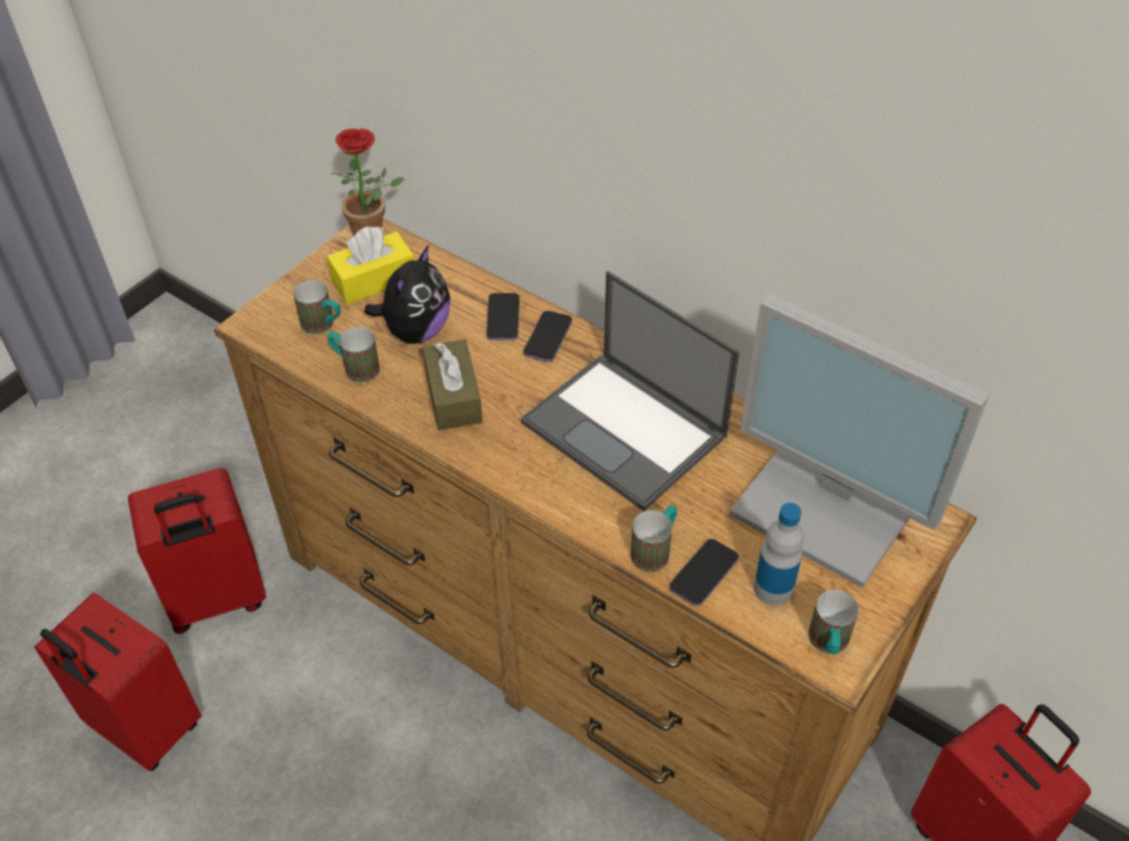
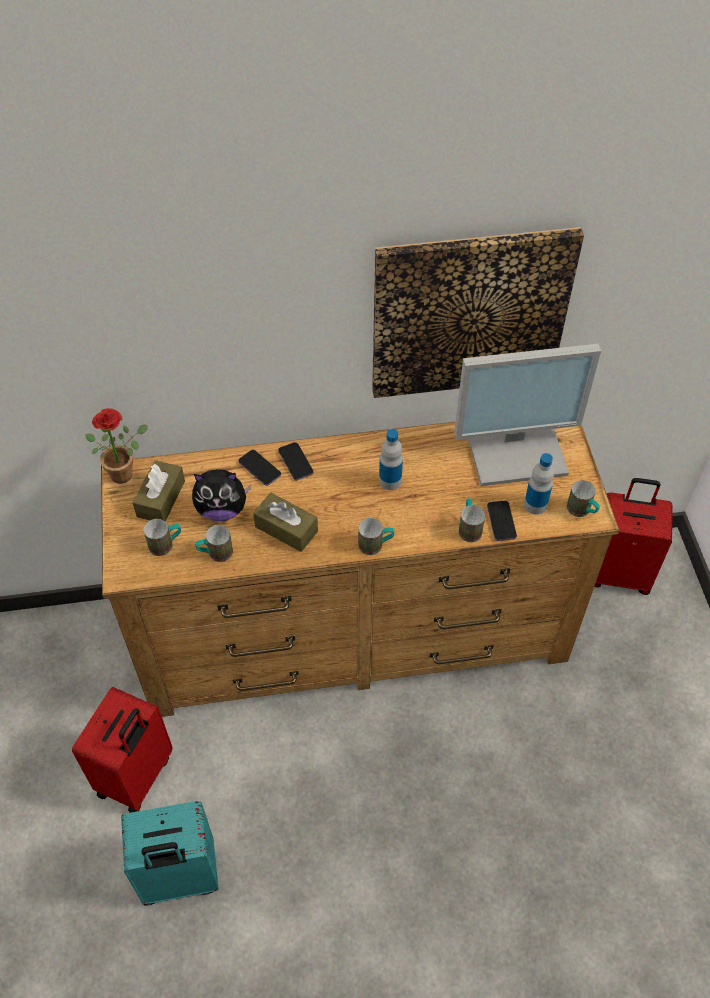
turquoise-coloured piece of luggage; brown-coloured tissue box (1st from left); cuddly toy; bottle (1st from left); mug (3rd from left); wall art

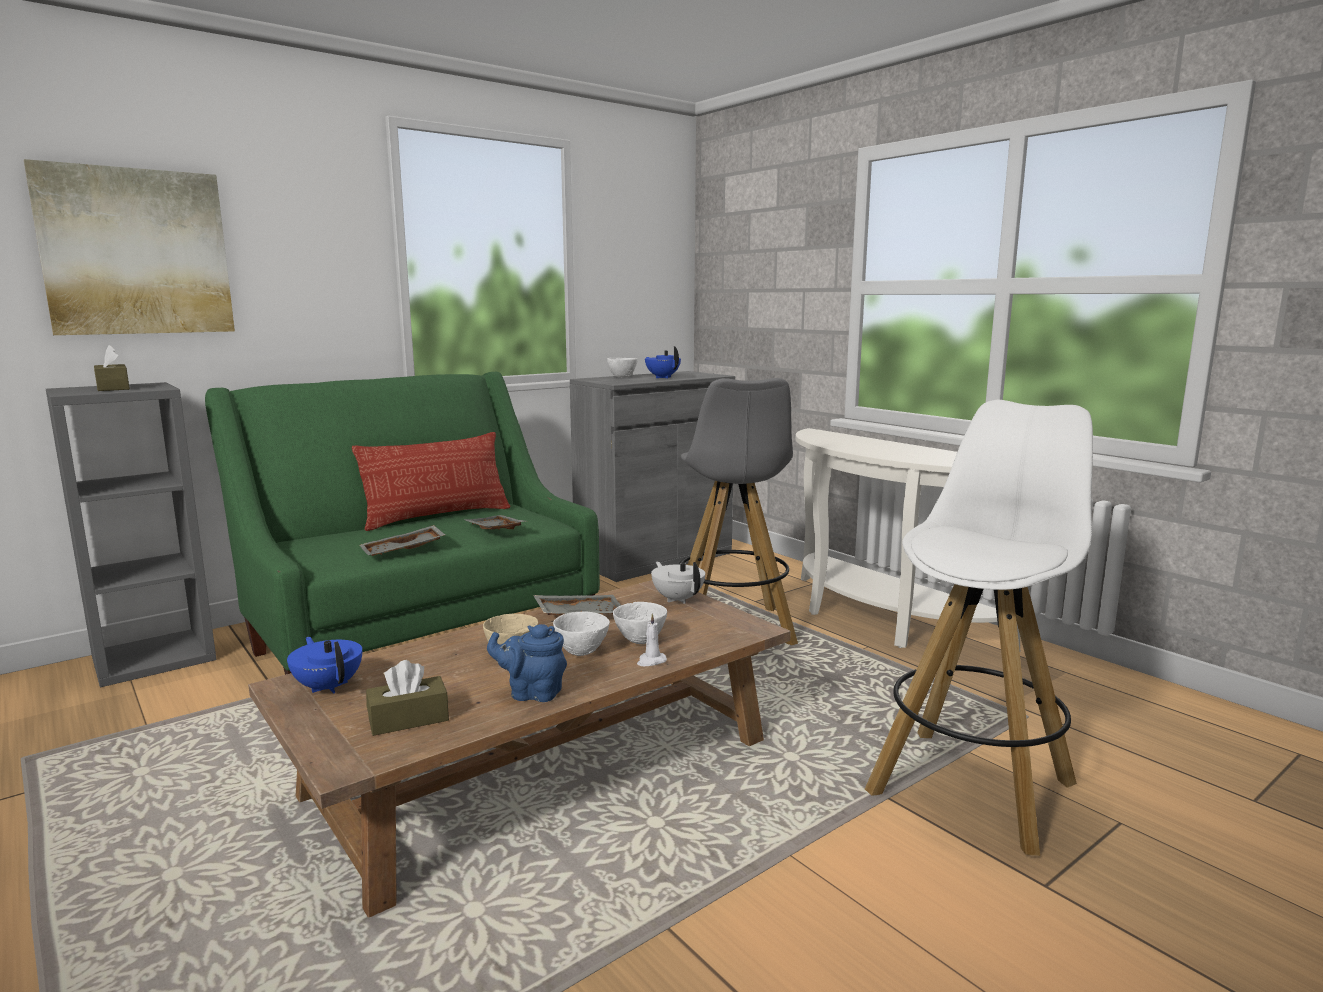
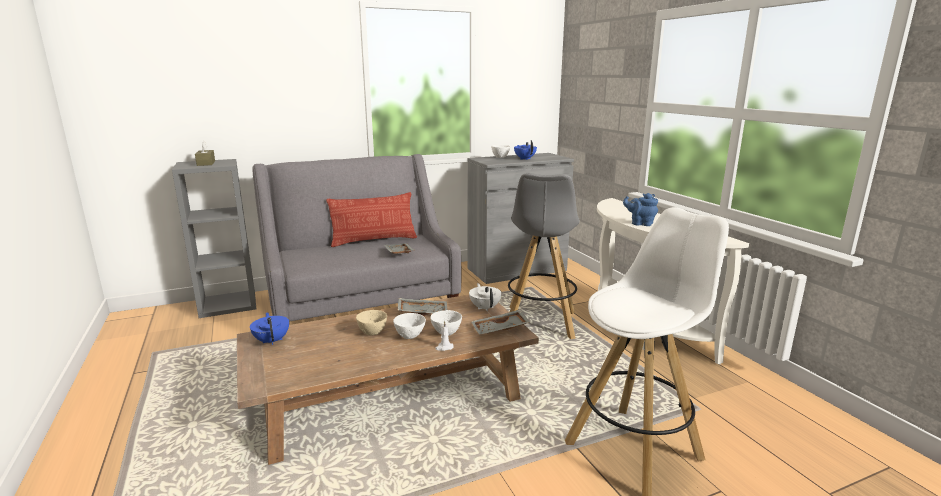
wall art; grey couch; grey carrying tray (3rd from left); brown-coloured tissue box (2nd from left in the first image); blue tea pot (3rd from left)

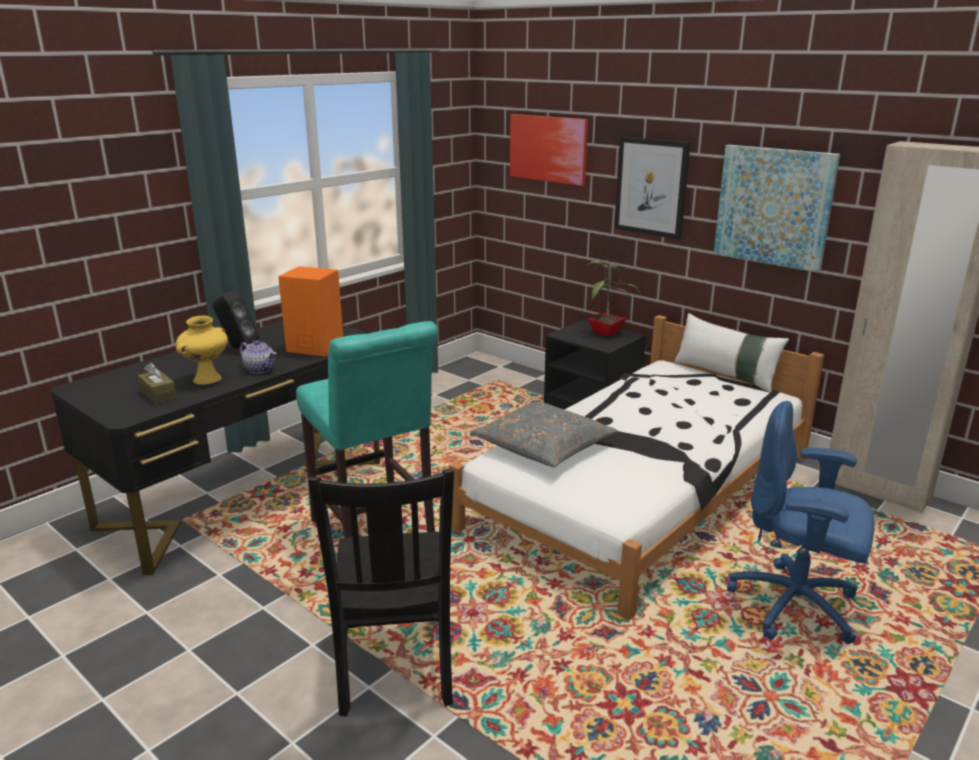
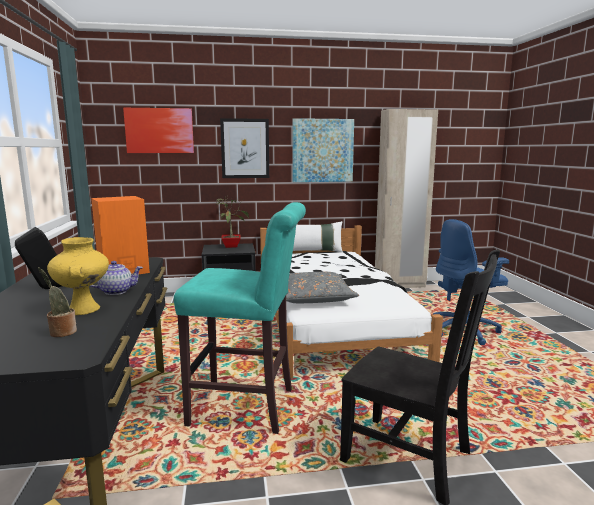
potted plant (1st from left)

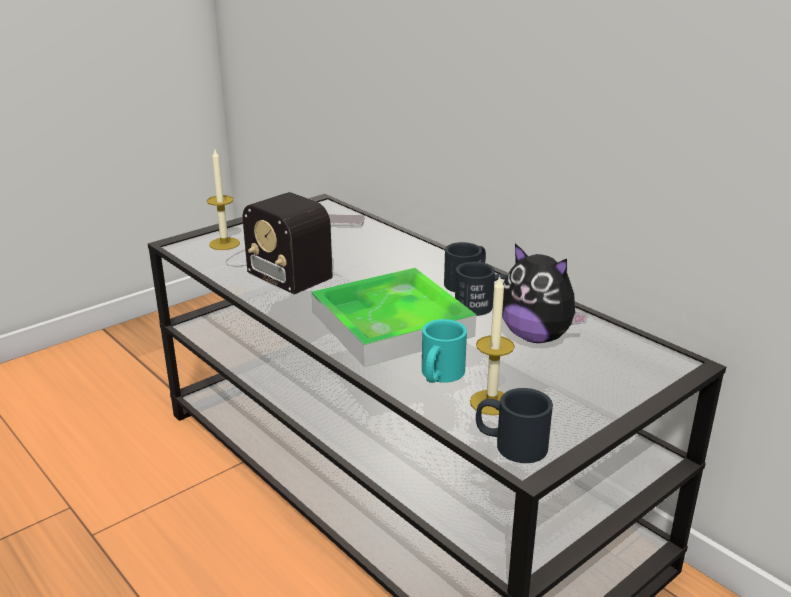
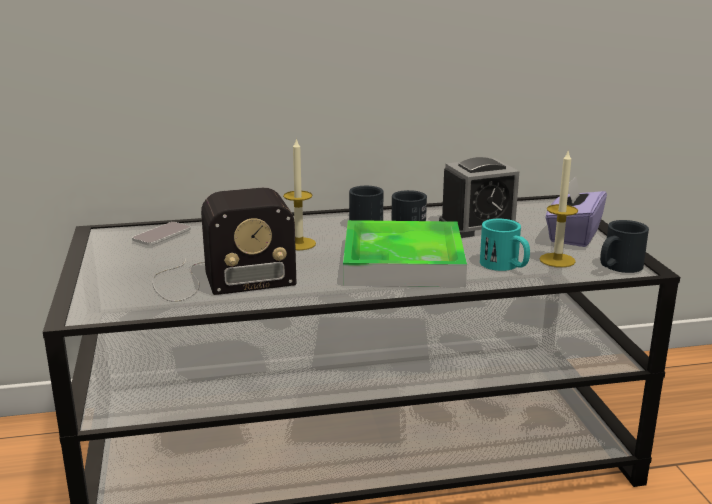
wax light (1st from left); alarm clock; purplish tissue box

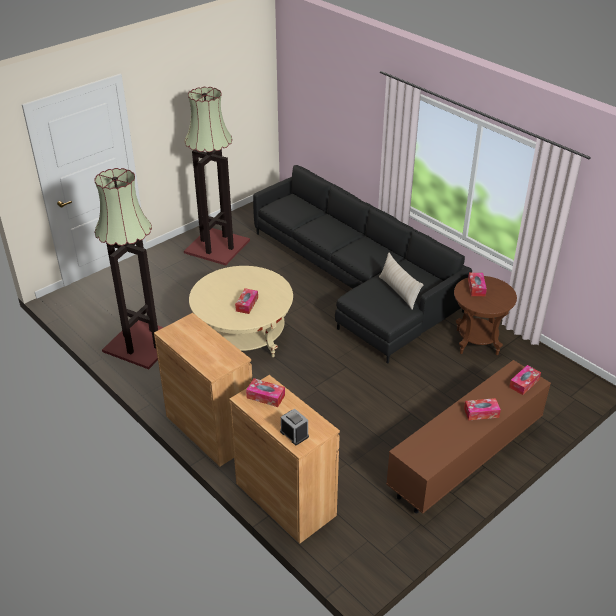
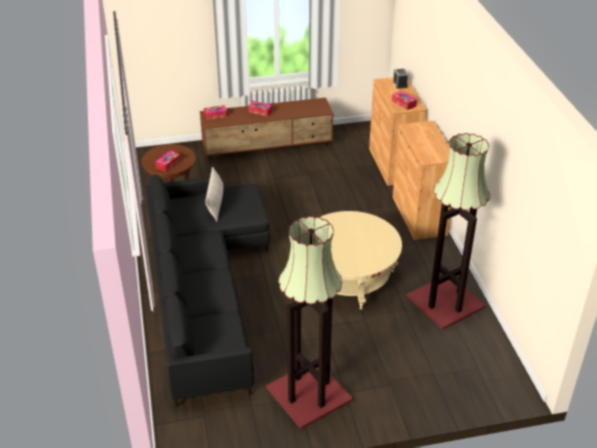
tissue box (1st from left in the first image)

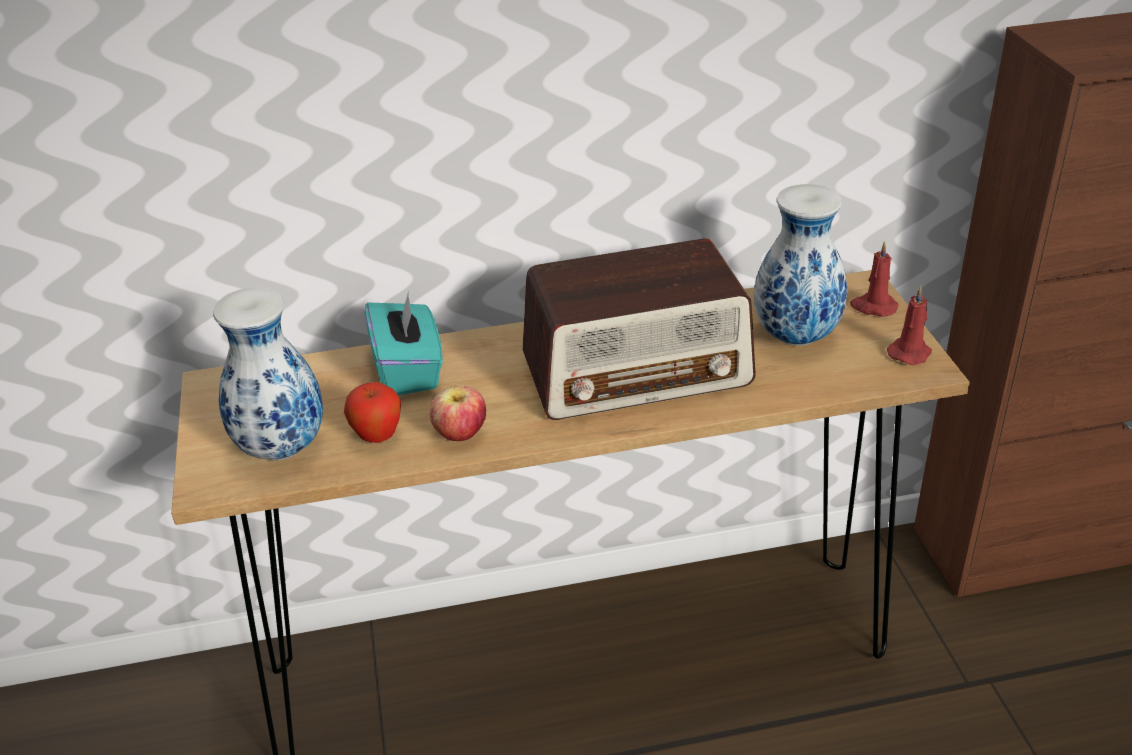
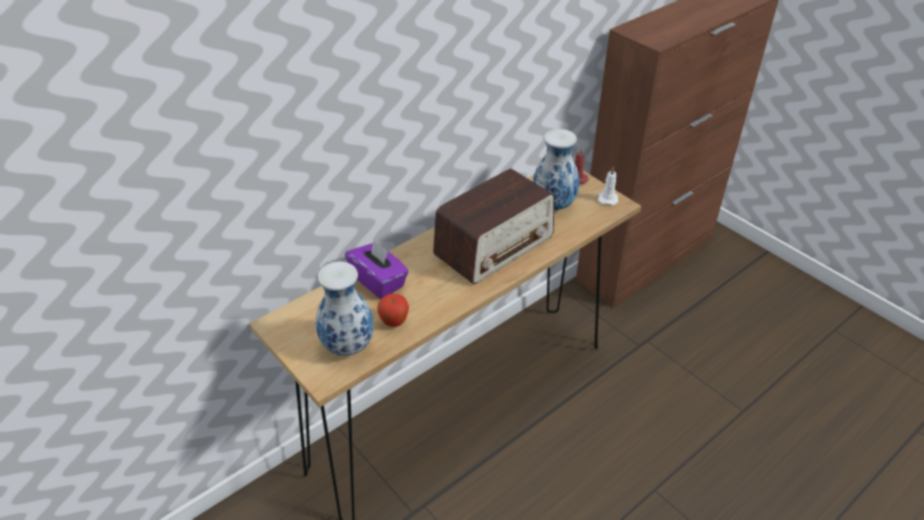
purplish tissue box; whole apple (2nd from left in the first image); whitish wax light

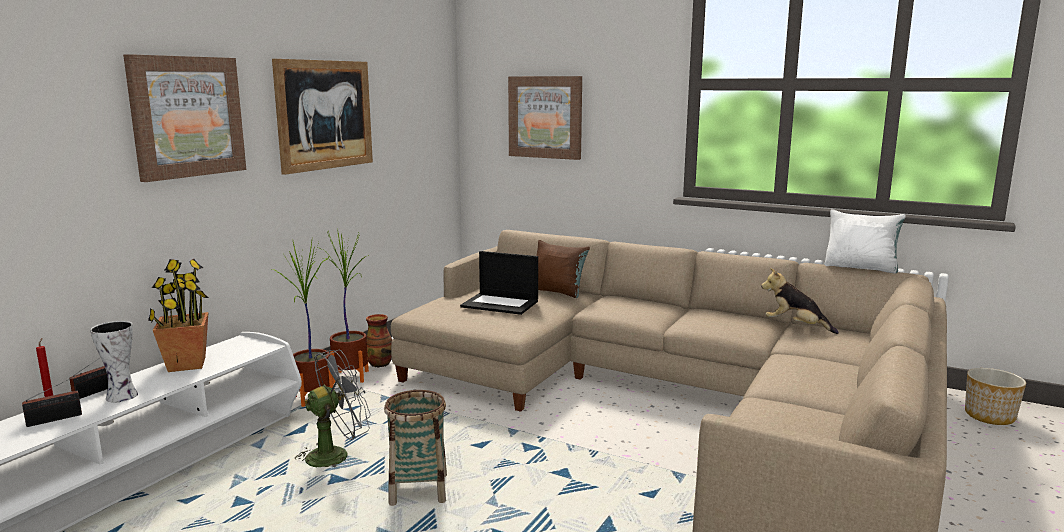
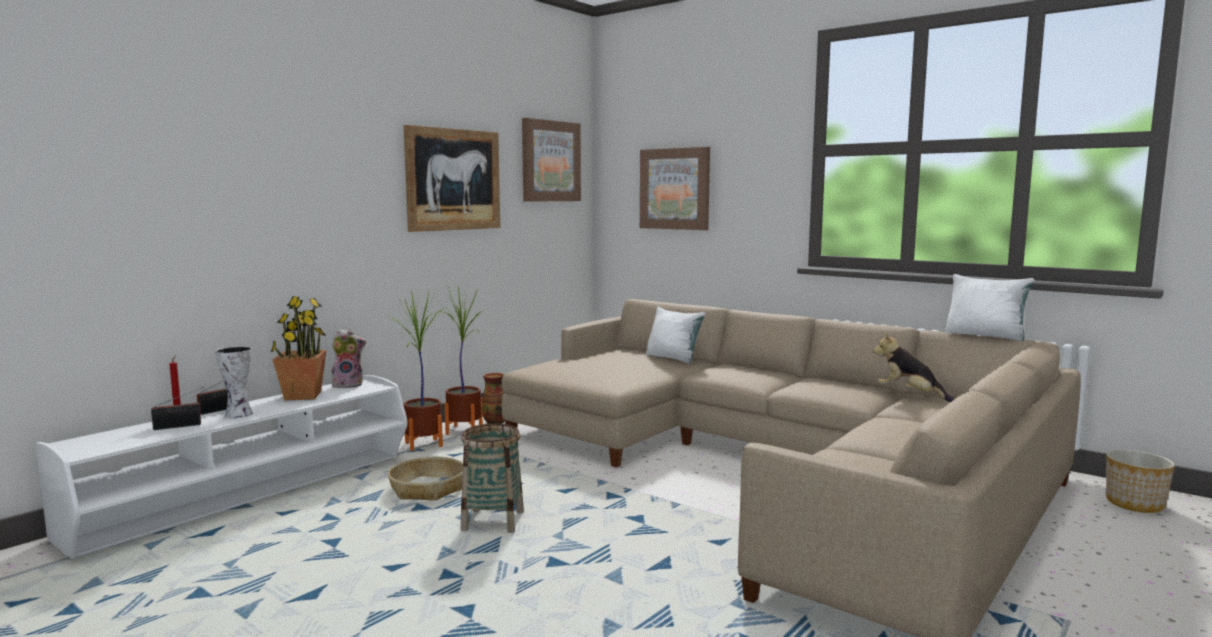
wall art (2nd from left); storage basket (1st from left); notebook computer; whitish pillow (1st from left); cuddly toy (1st from left)

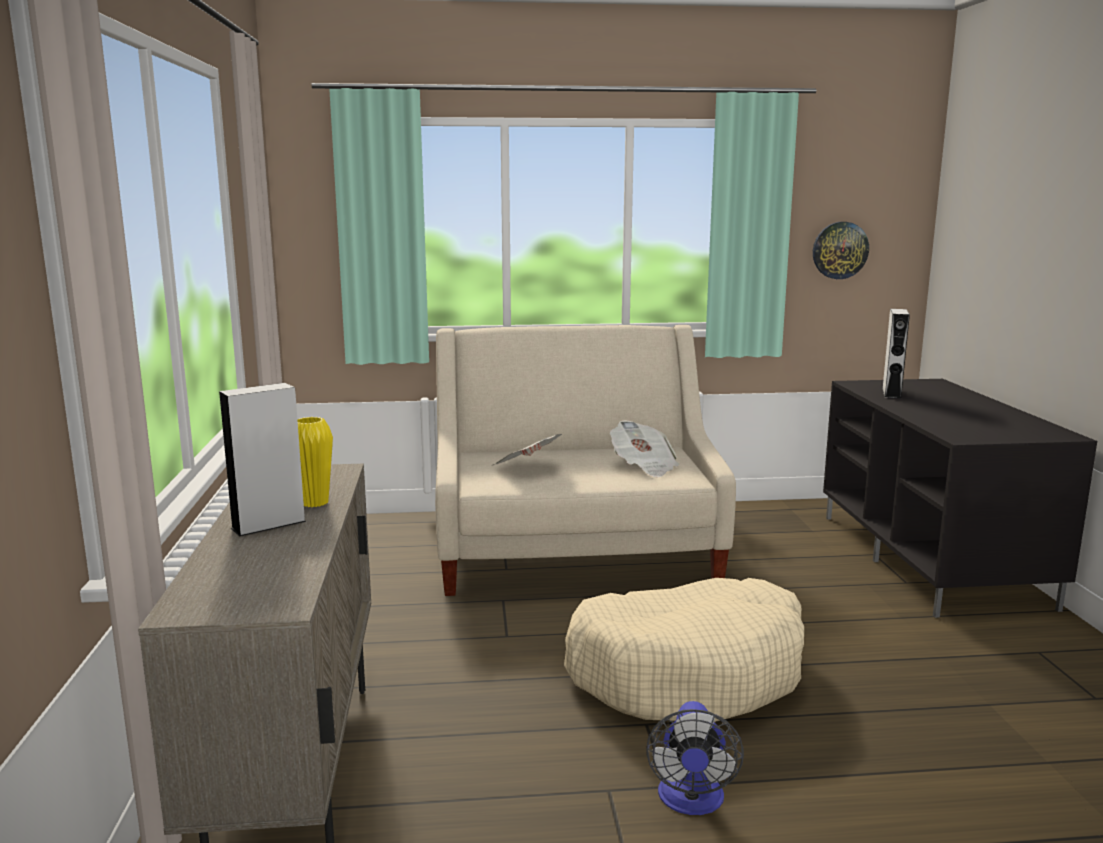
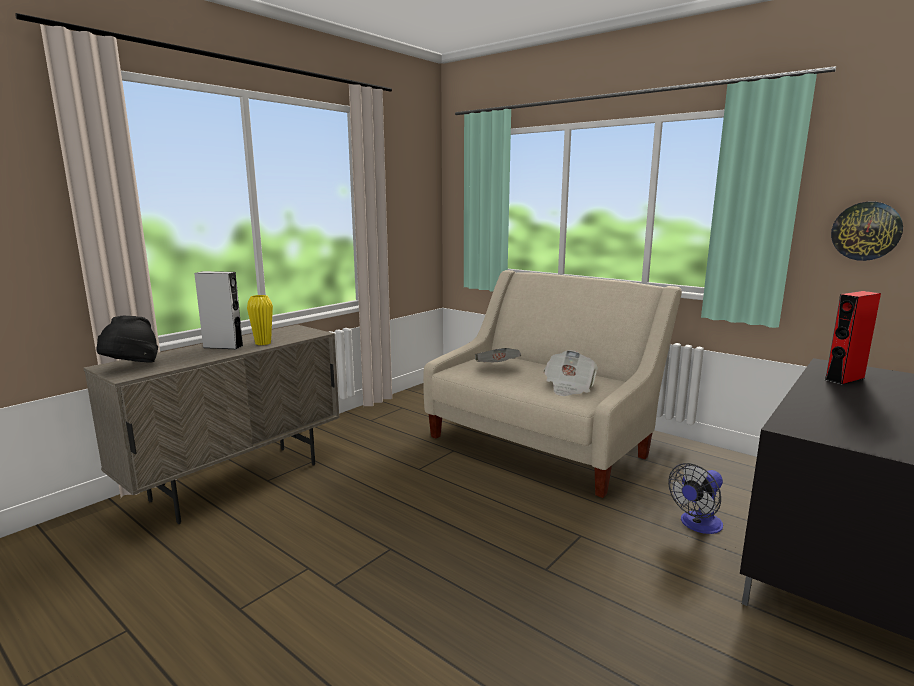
beige-coloured dog bed; fan; red-coloured speaker; black-coloured wearable hat

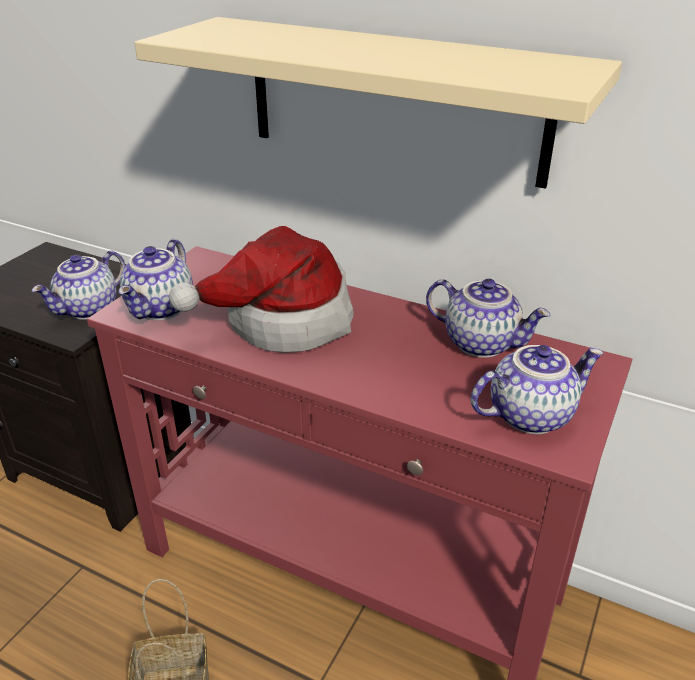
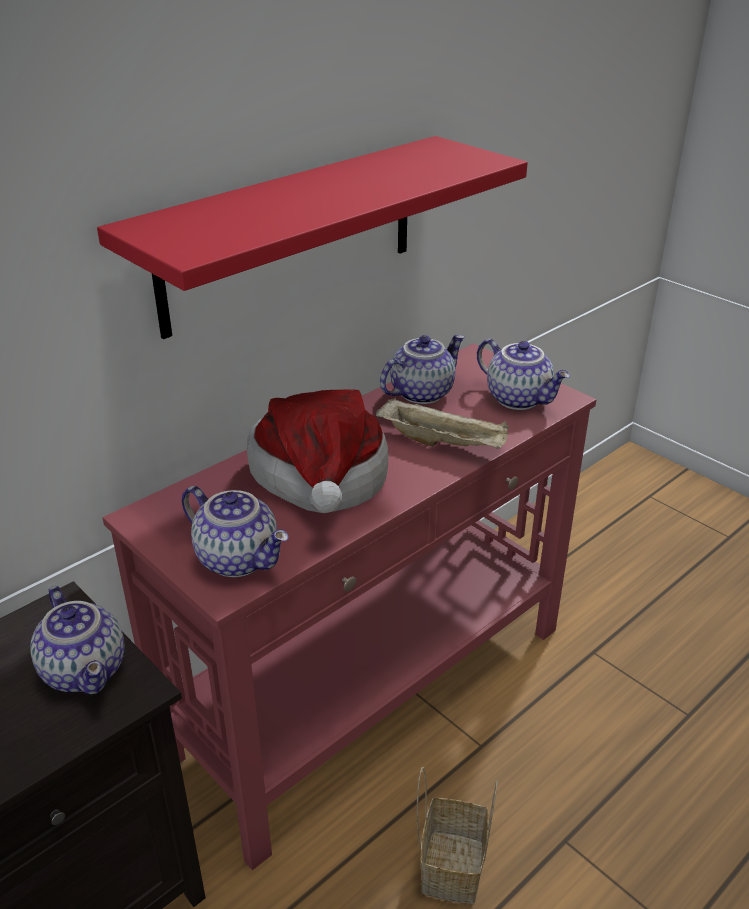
red-coloured bracket shelf; tea pot (4th from left); beige-coloured carrying tray

